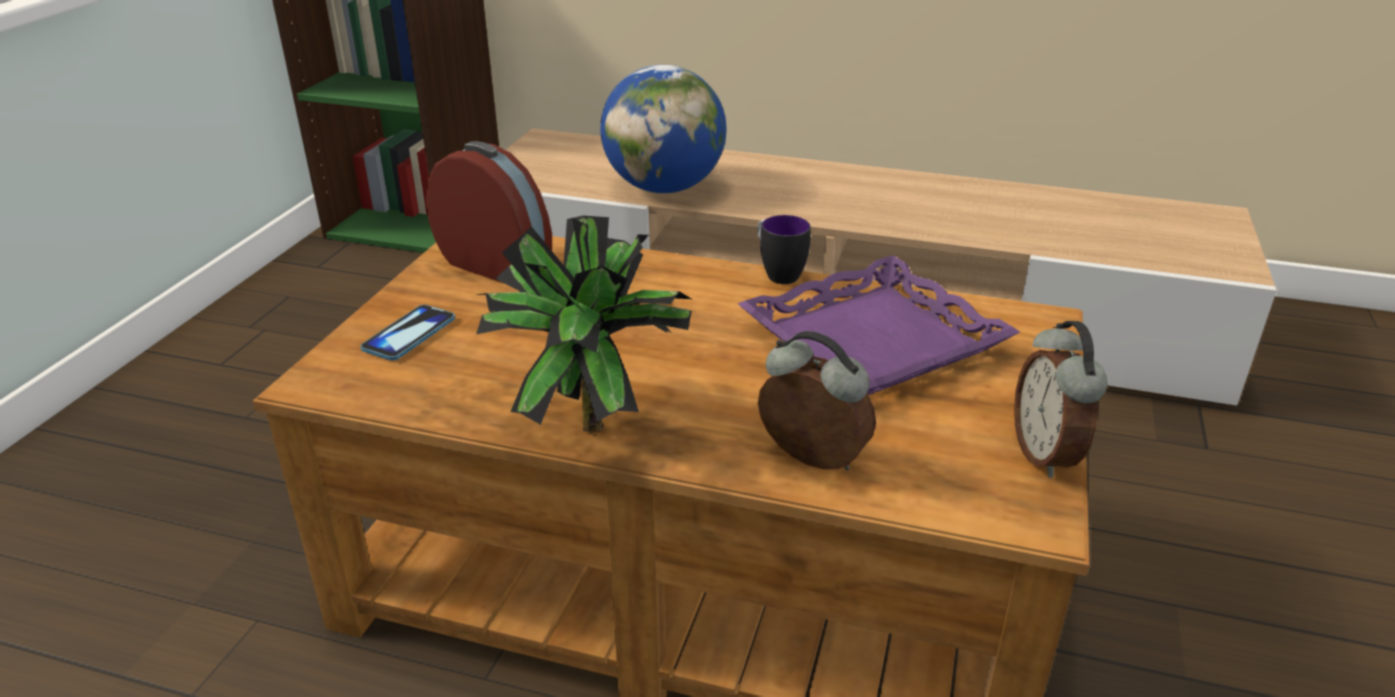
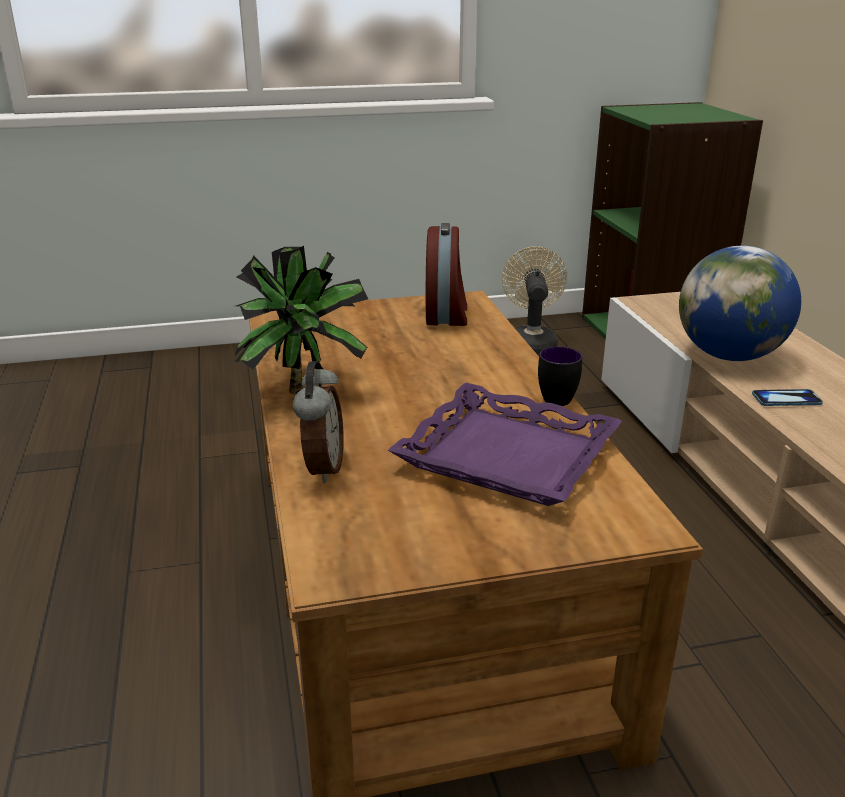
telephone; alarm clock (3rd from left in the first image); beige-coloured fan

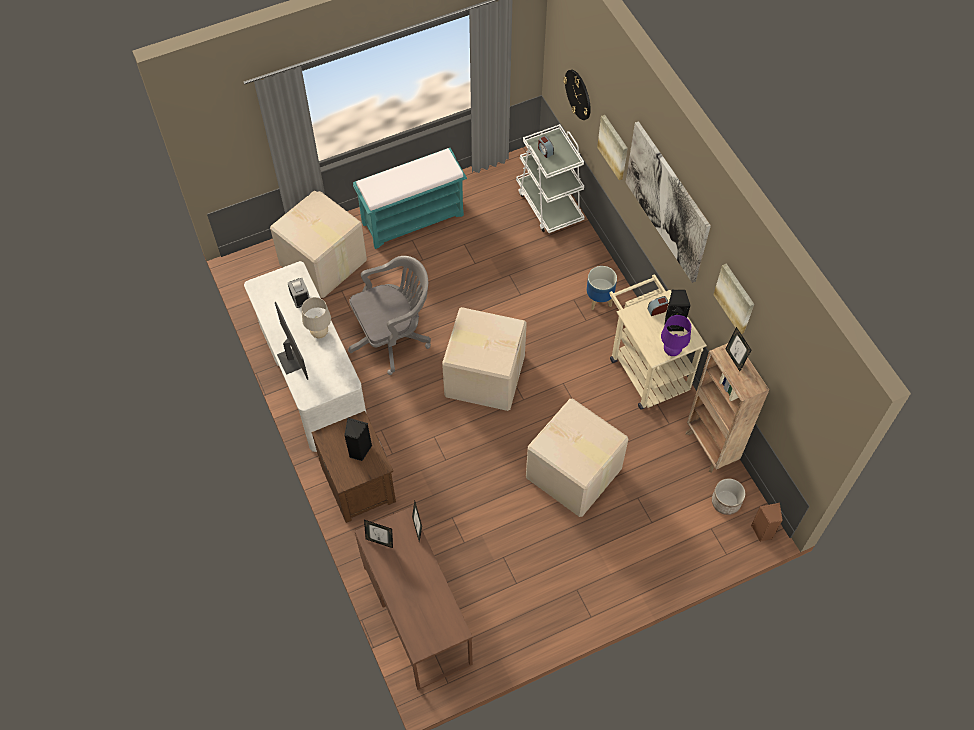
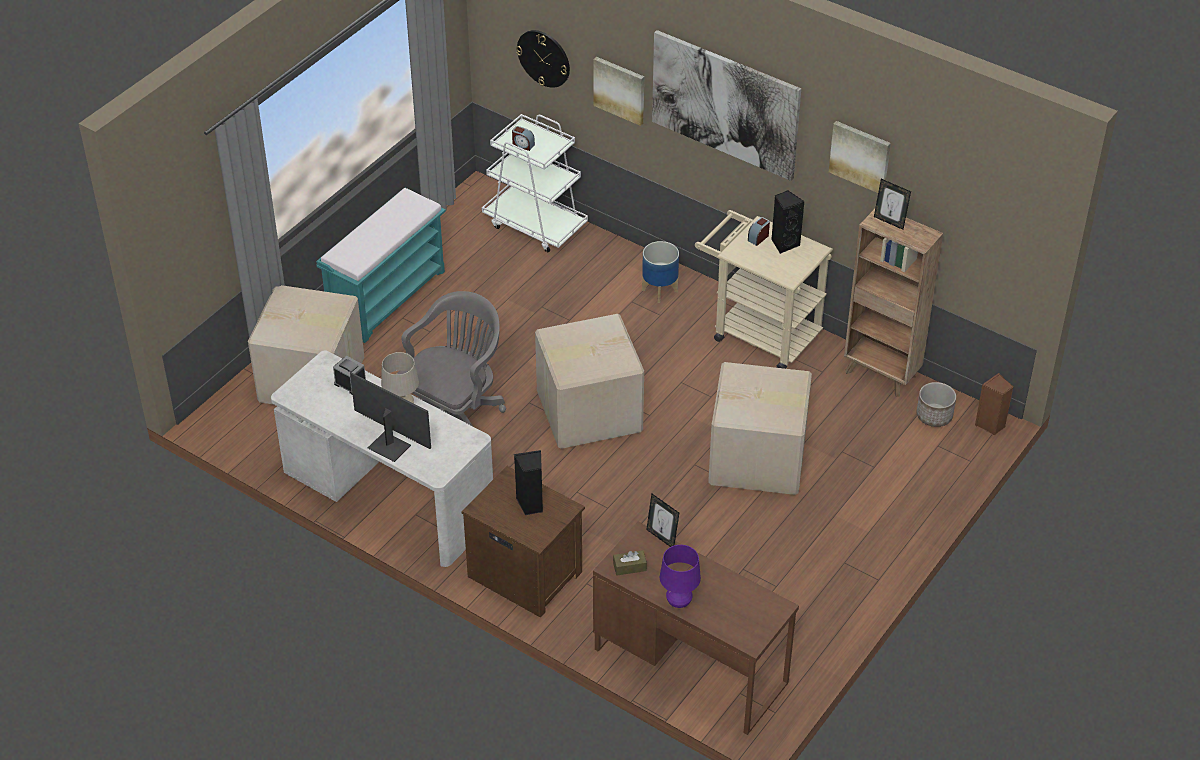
brown-coloured tissue box; purplish tabletop lamp

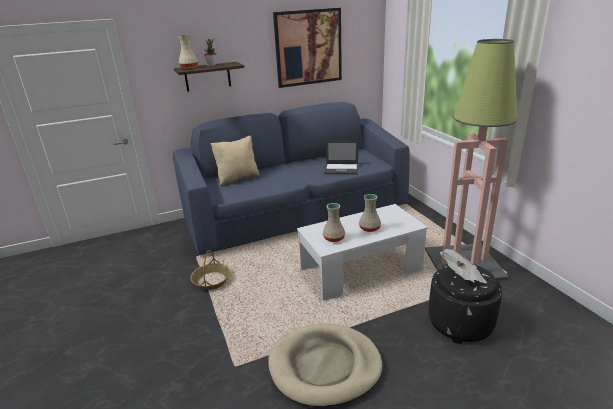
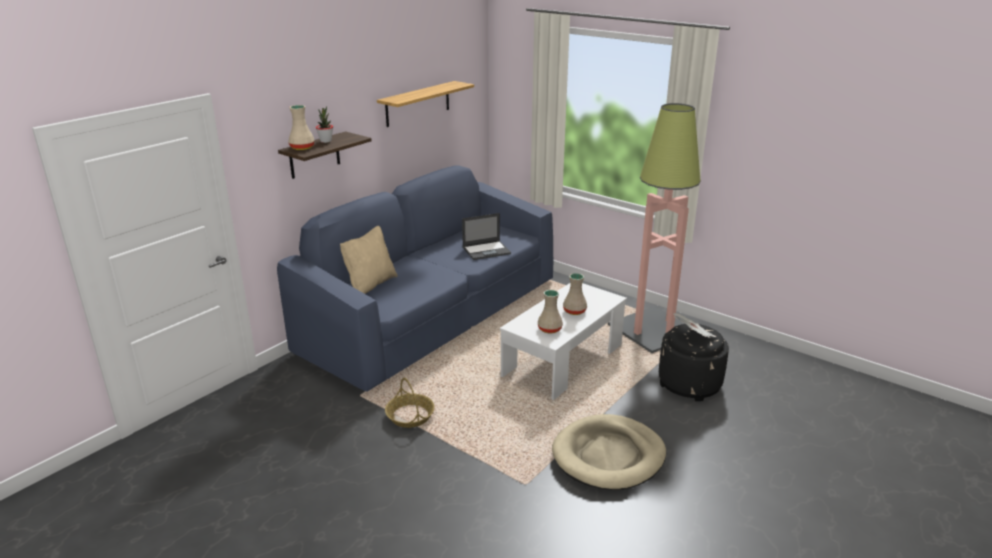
bracket shelf (2nd from left)

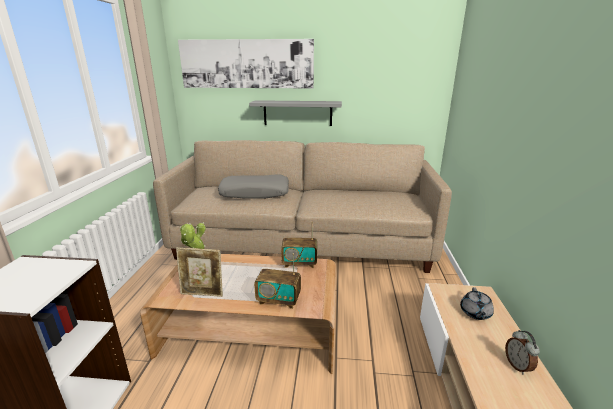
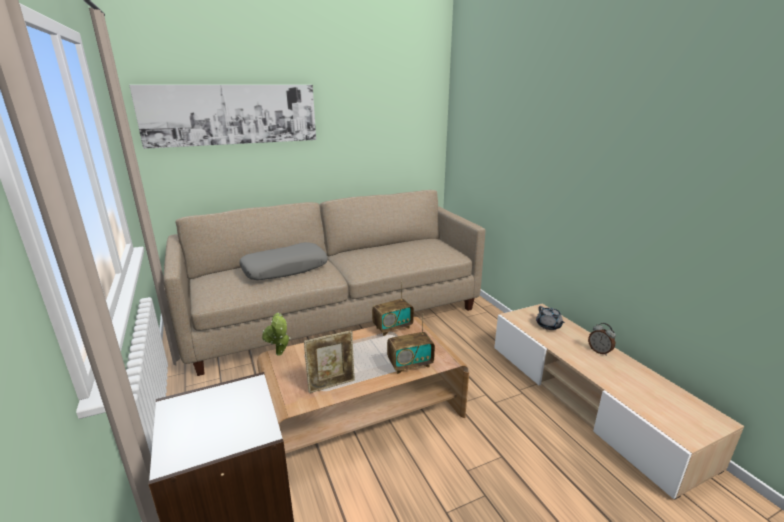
grey bracket shelf

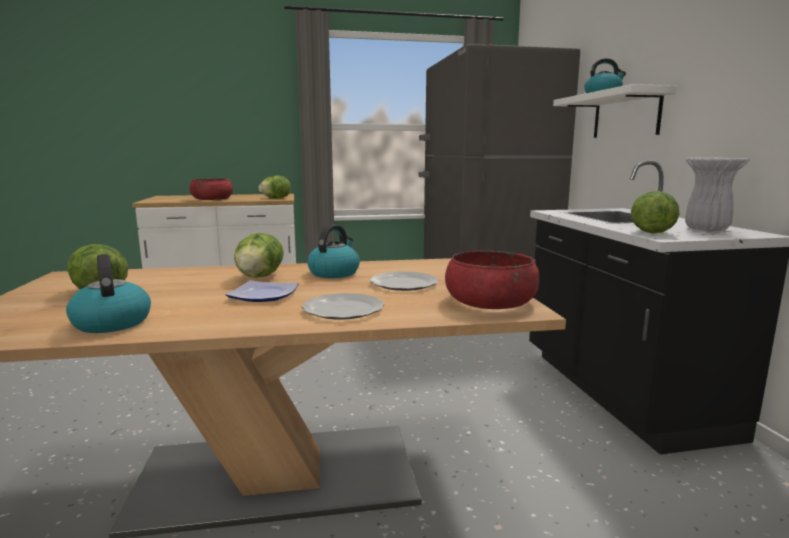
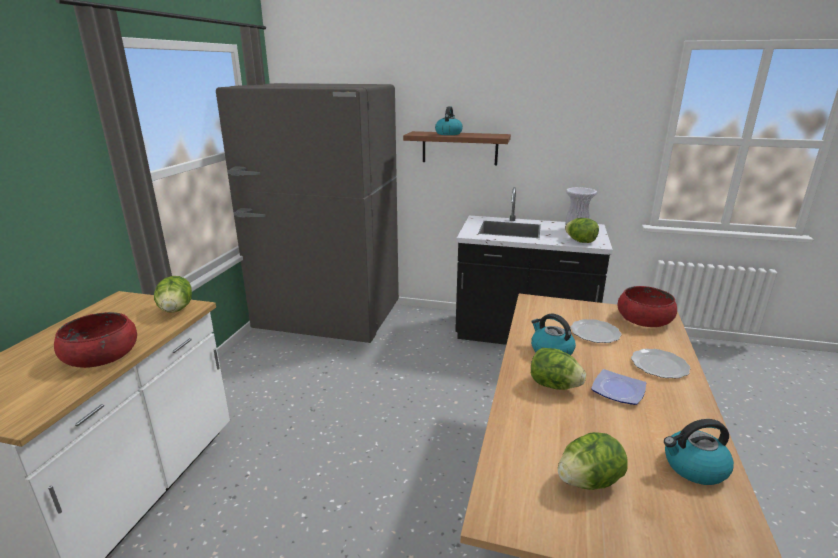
brown-coloured bracket shelf

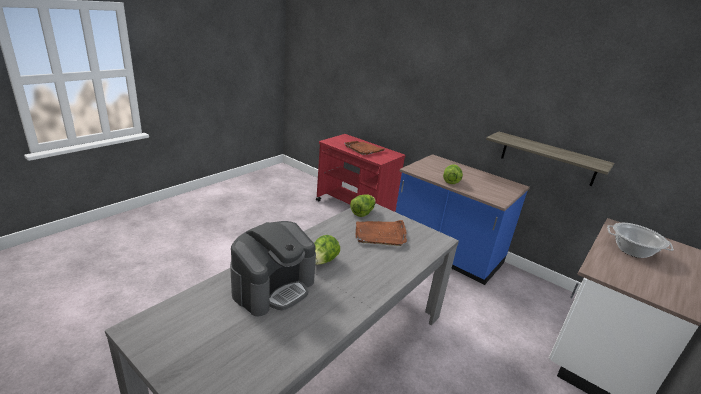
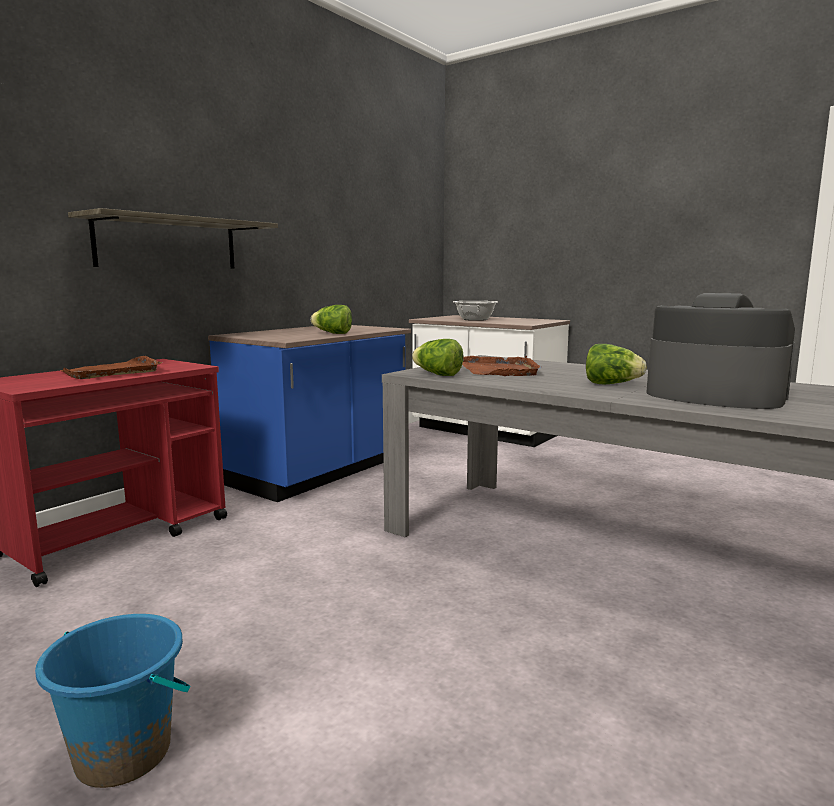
bracket shelf; blue bucket

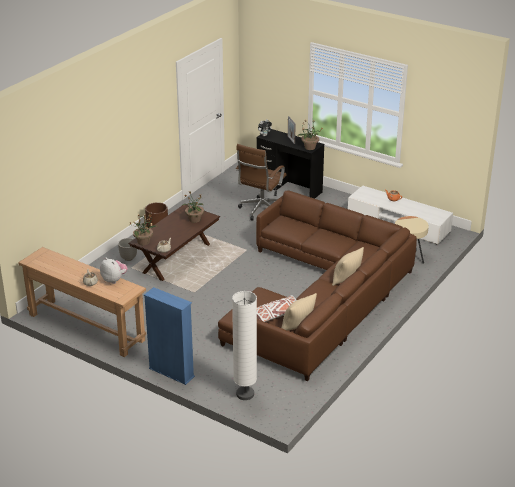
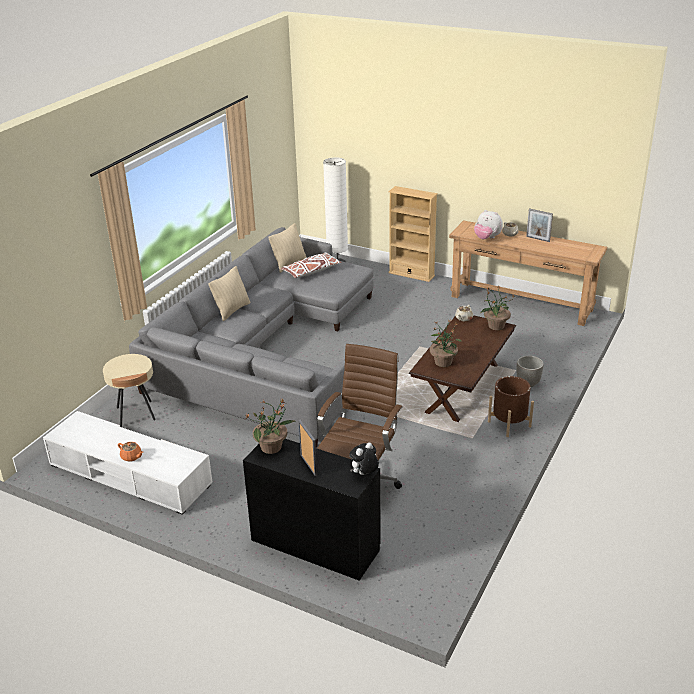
beige-coloured bookcase; grey couch; photo frame (2nd from left)

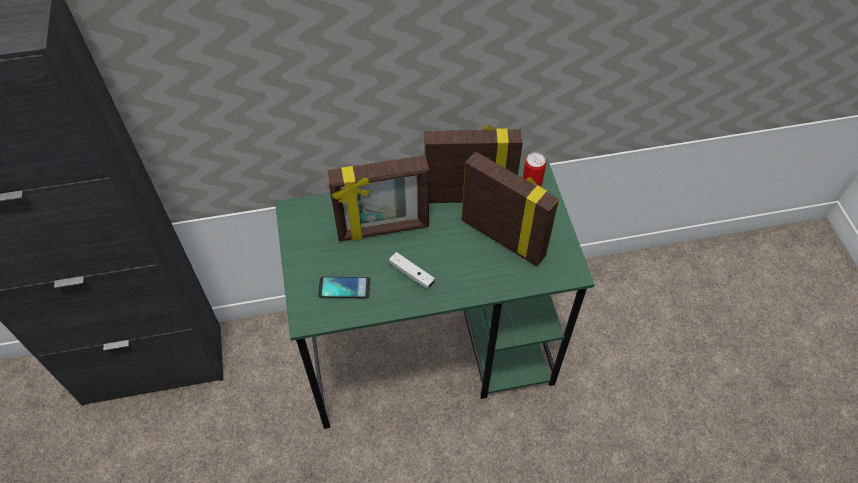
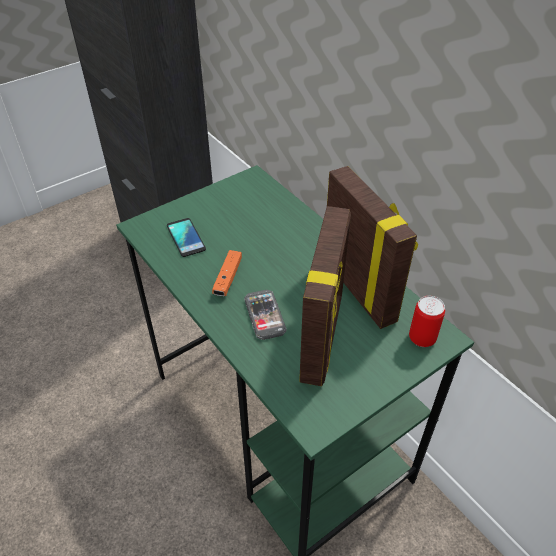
photo frame (1st from left in the first image); orange game controller; telephone (2nd from left)

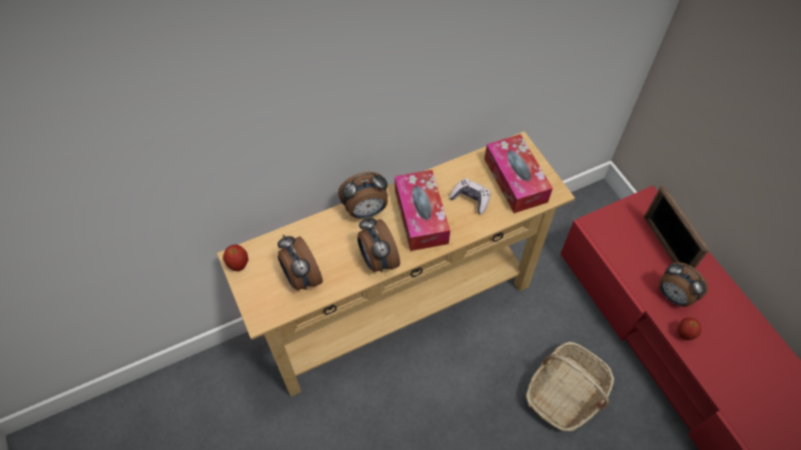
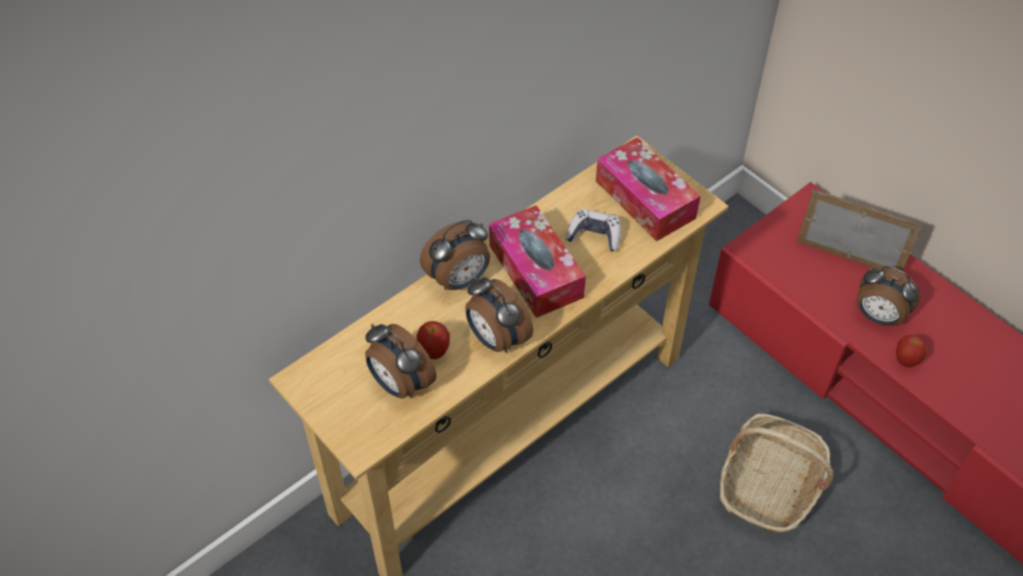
whole apple (1st from left); photo frame

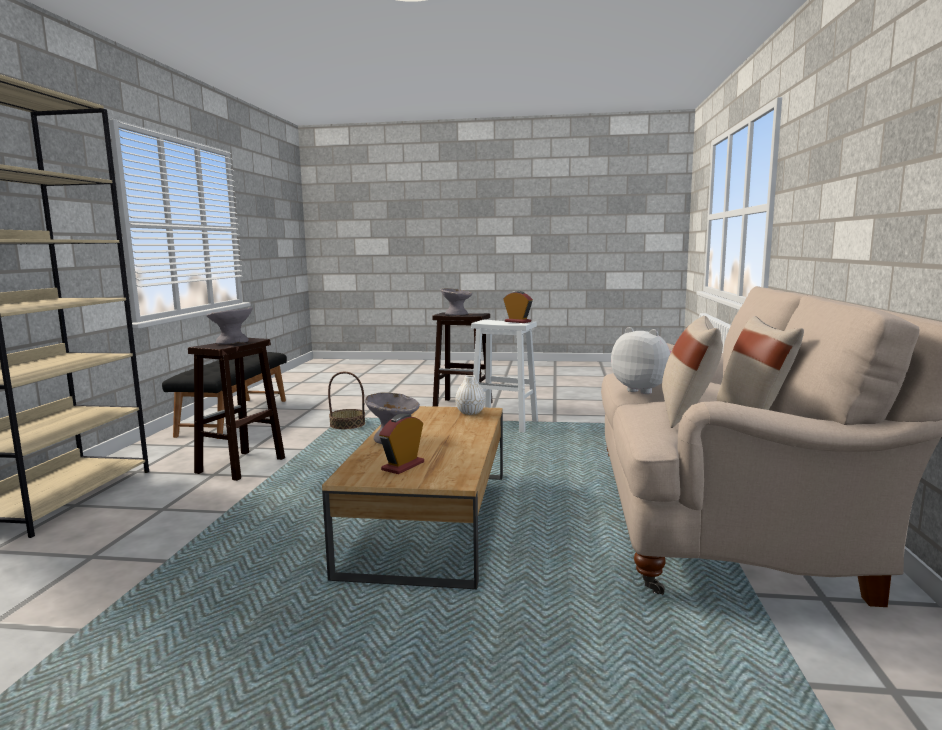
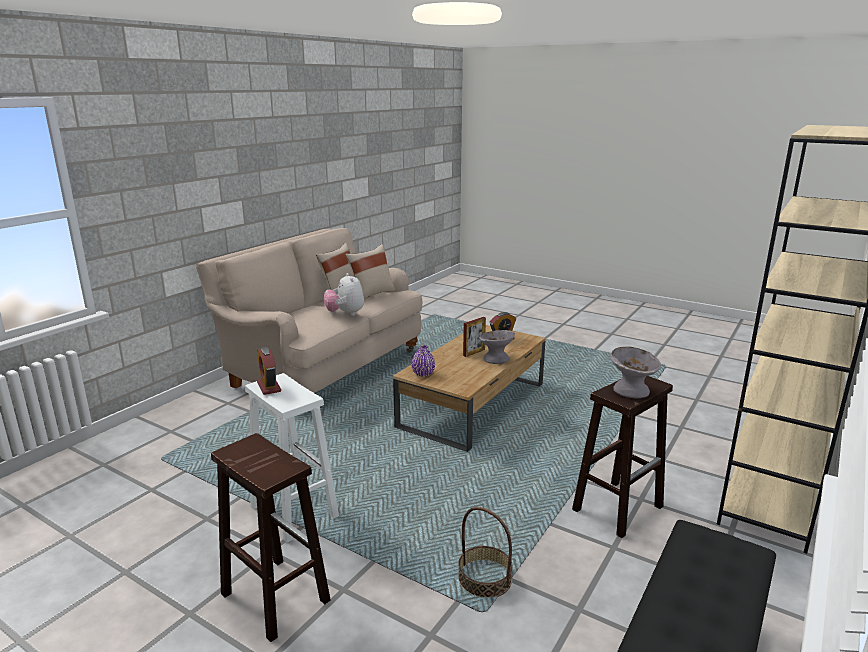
grey deep dish (3rd from left in the first image); purplish decorative vase; photo frame

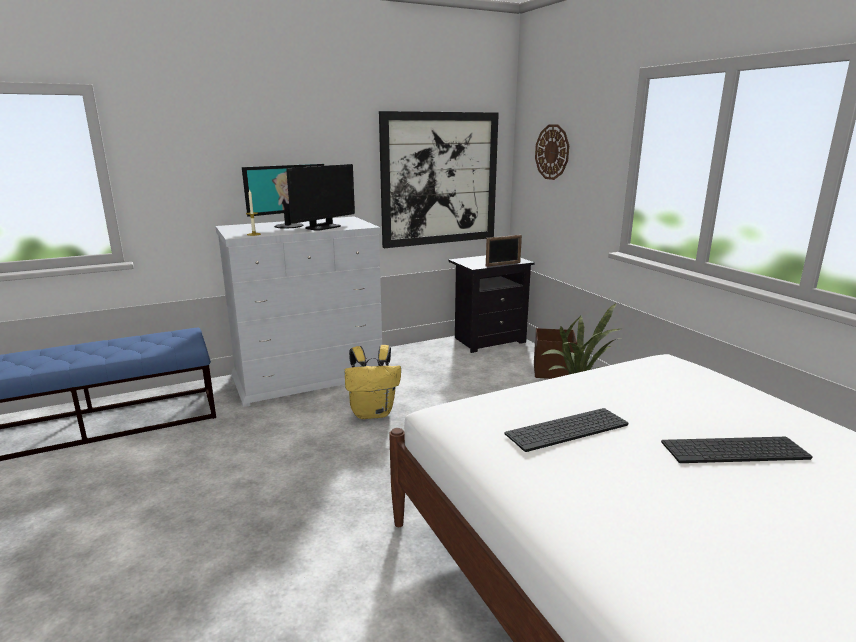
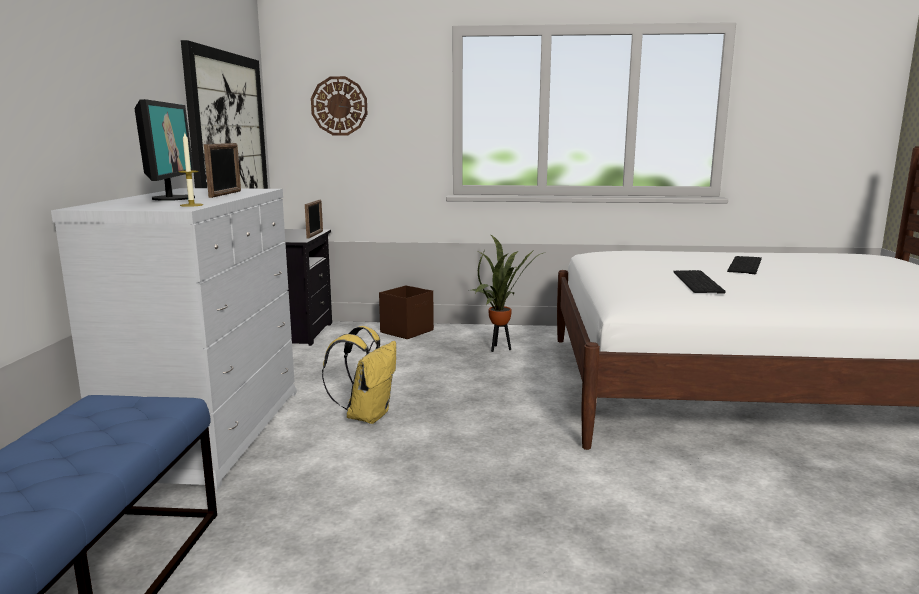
photo frame (1st from left)

